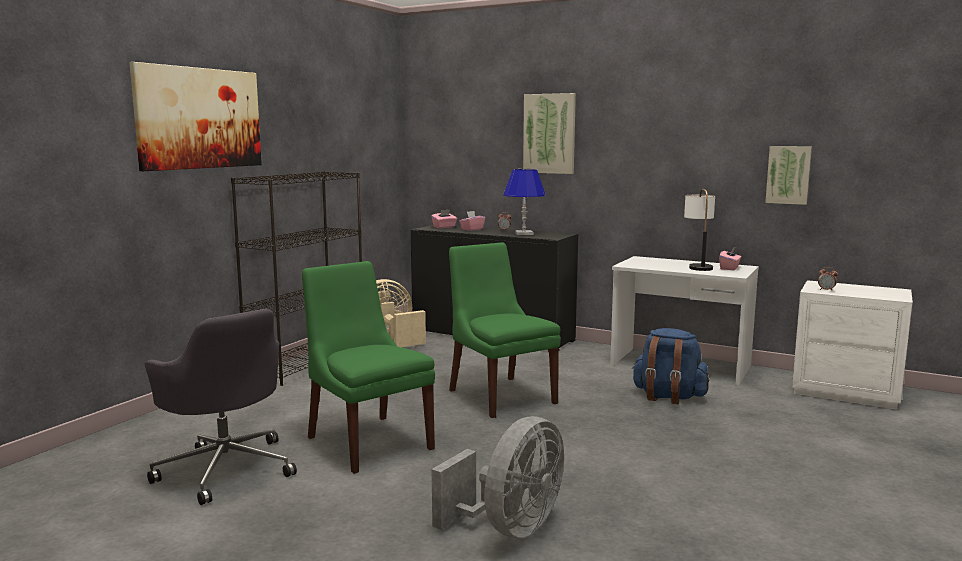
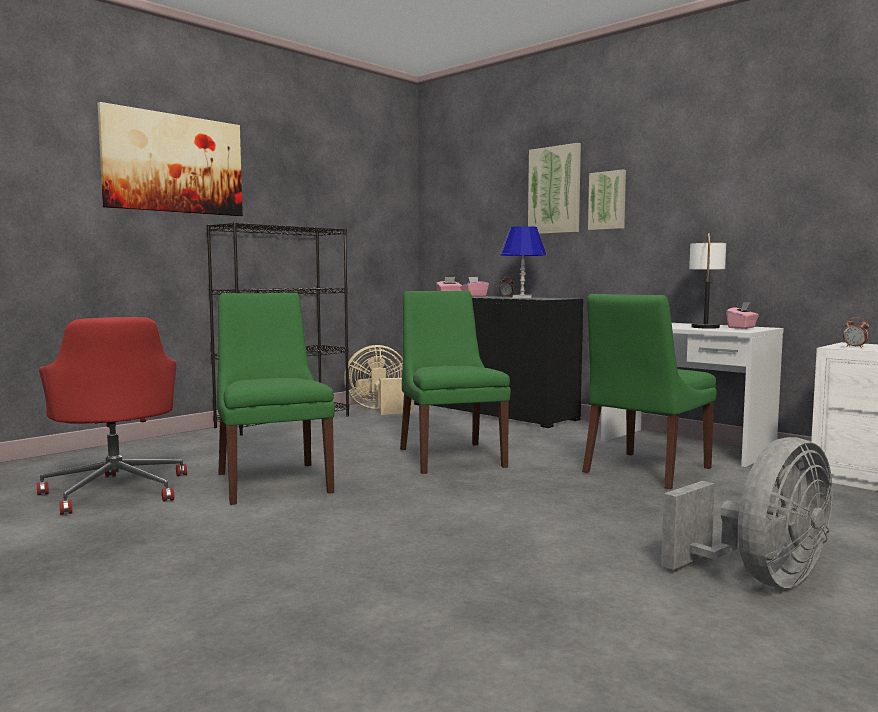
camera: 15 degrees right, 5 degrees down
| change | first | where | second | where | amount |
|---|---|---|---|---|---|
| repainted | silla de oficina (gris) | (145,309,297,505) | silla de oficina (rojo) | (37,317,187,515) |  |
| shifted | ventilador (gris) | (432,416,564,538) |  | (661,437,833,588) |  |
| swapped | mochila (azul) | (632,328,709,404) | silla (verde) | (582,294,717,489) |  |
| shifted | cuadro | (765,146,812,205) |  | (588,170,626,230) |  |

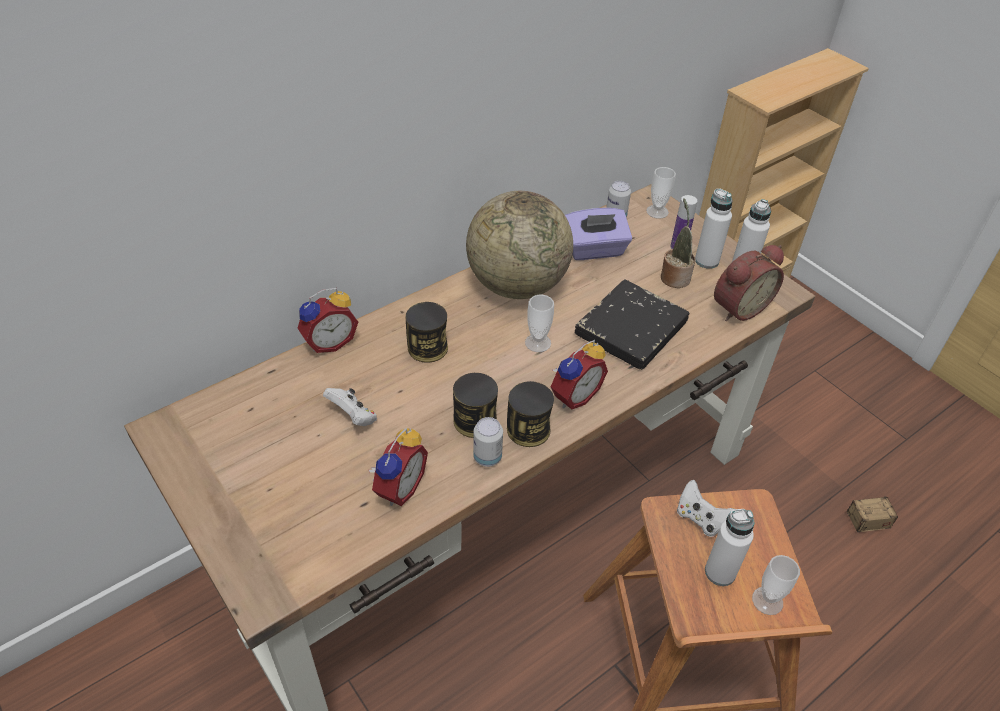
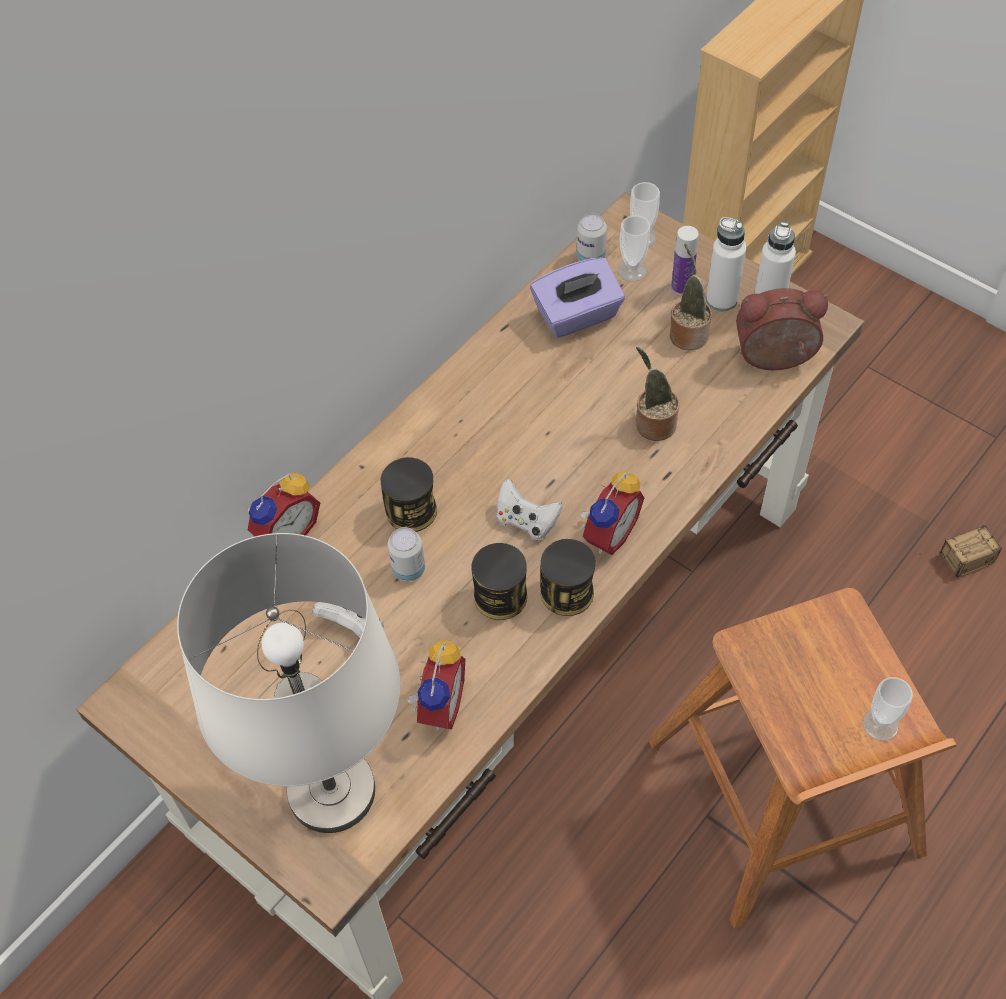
camera: 10 degrees left, 10 degrees up
| change | first | where | second | where | amount |
|---|---|---|---|---|---|
| gone | globo terráqueo | (466,191,573,299) |  |  |  |
| shifted | lata | (473,417,503,467) |  | (388,527,425,582) |  |
| shifted | taza | (525,295,554,352) |  | (617,215,650,282) |  |
| swapped | libro (negro) | (575,279,689,370) | planta en maceta | (636,347,679,441) |  |
| shifted | mando de consola (blanco) | (677,480,735,537) |  | (497,479,562,540) |  |
| gone | botella (blanco) | (705,509,754,586) |  |  |  |
| rotated | despertador | (714,245,784,321) |  | (736,288,828,370) | 135 degrees counterclockwise |
| new |  |  | lámpara de mesa (blanco) | (177,533,400,833) |  |

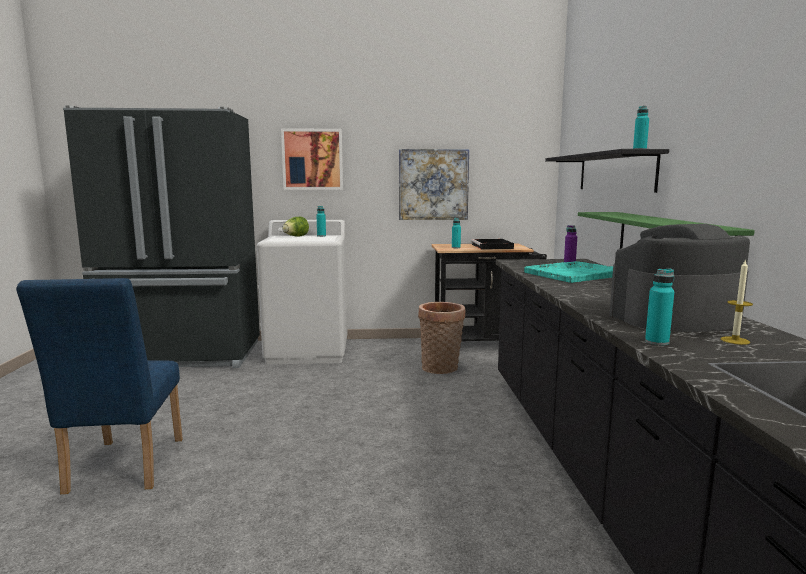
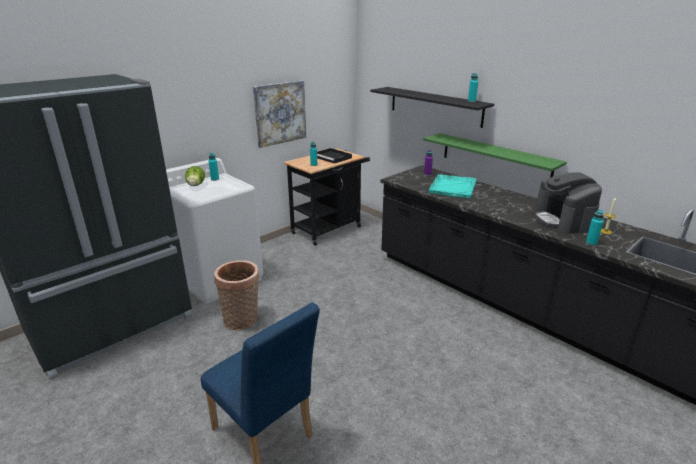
camera: 40 degrees left, 15 degrees up
| change | first | where | second | where | amount |
|---|---|---|---|---|---|
| gone | cuadro | (281,128,343,190) |  |  |  |
| shifted | cesta | (418,302,465,374) |  | (214,260,259,330) |  |
| rotated | cafetera | (610,224,750,332) |  | (535,172,602,234) | 45 degrees counterclockwise |

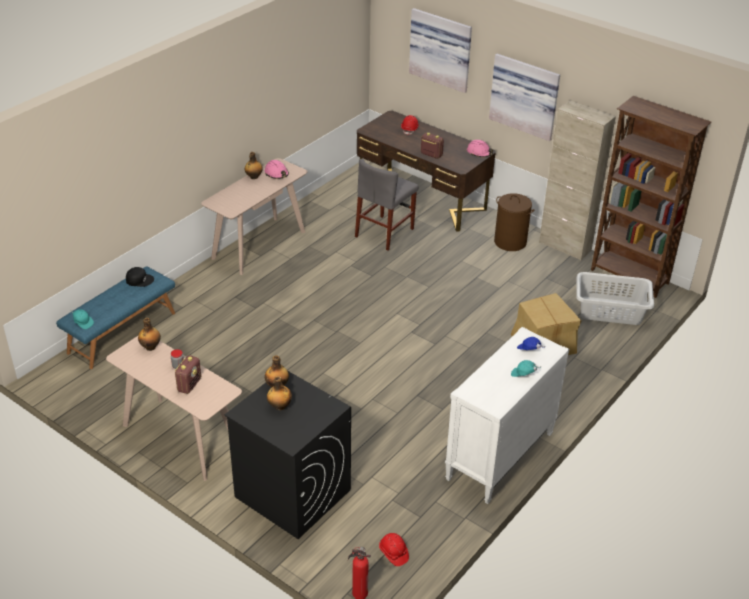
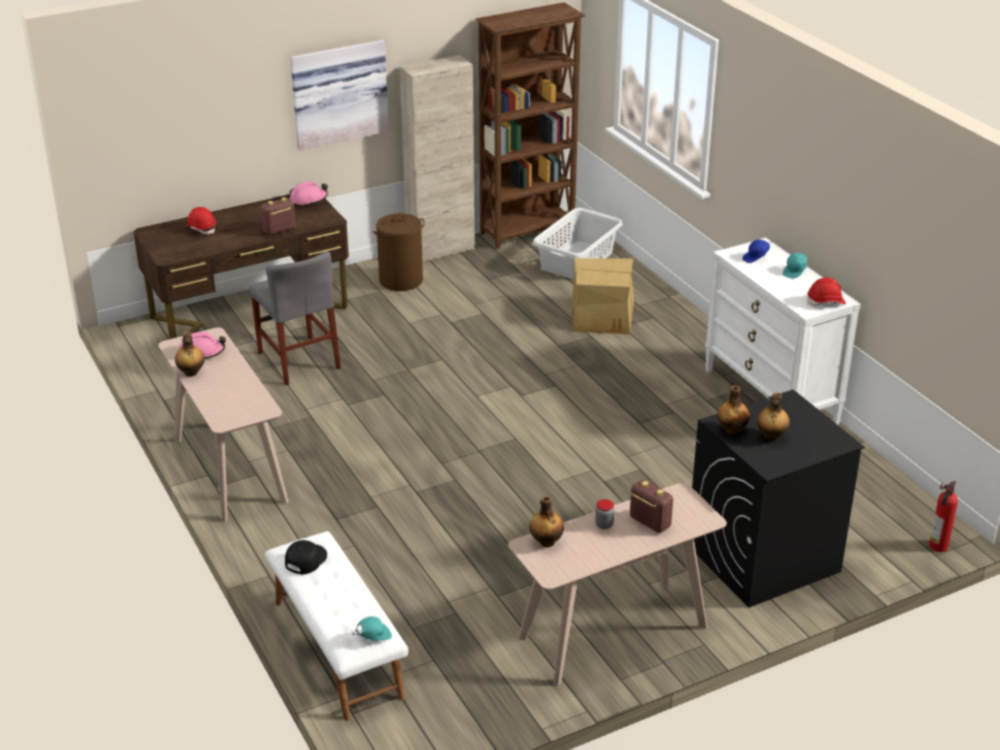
camera: 65 degrees left, 5 degrees down
| change | first | where | second | where | amount |
|---|---|---|---|---|---|
| repainted | banco (azul) | (56,267,175,369) | banco (blanco) | (265,531,408,721) |  |
| shifted | casco (rojo) | (379,533,409,566) |  | (807,277,846,306) |  |
| gone | cuadro | (409,8,472,93) |  |  |  |

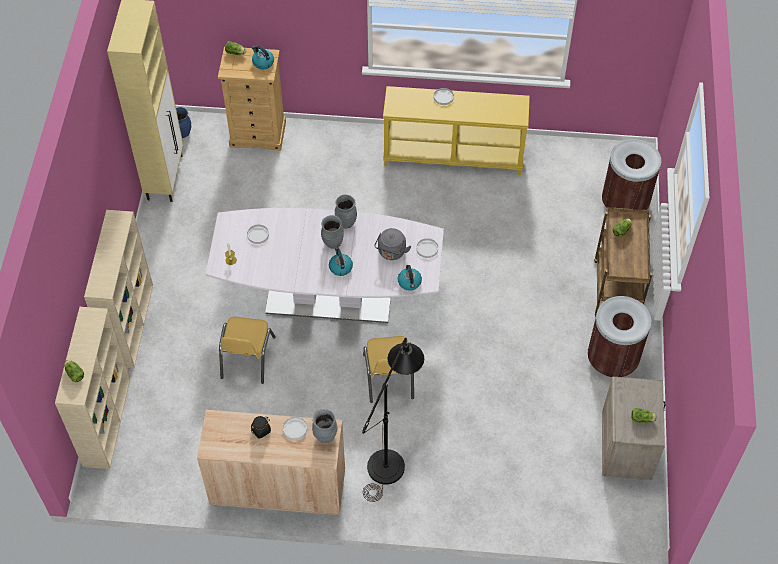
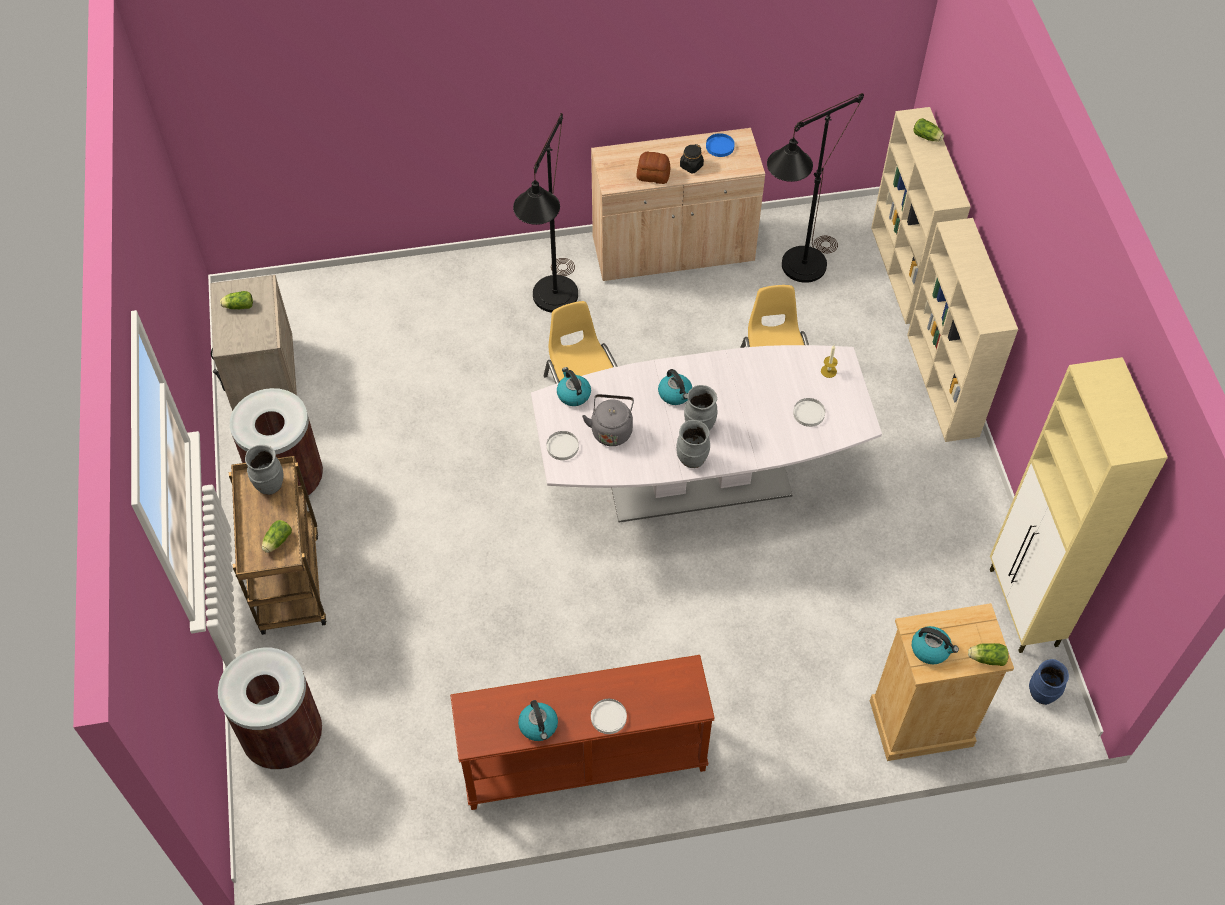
camera: 165 degrees right, 0 degrees up
| change | first | where | second | where | amount |
|---|---|---|---|---|---|
| swapped | plato (blanco) | (283,417,307,440) | pan | (637,152,670,184) |  |
| shifted | florero (gris) | (312,409,338,443) |  | (245,445,283,495) |  |
| repainted | mesa consola (amarillo) | (383,86,530,175) | mesa consola (marrón) | (450,655,715,810) |  |
| new |  |  | hervidor | (518,700,558,741) |  |
| new |  |  | plato (azul) | (706,133,735,157) |  |
| new |  |  | lámpara de pie (negro) | (767,93,864,283) |  |

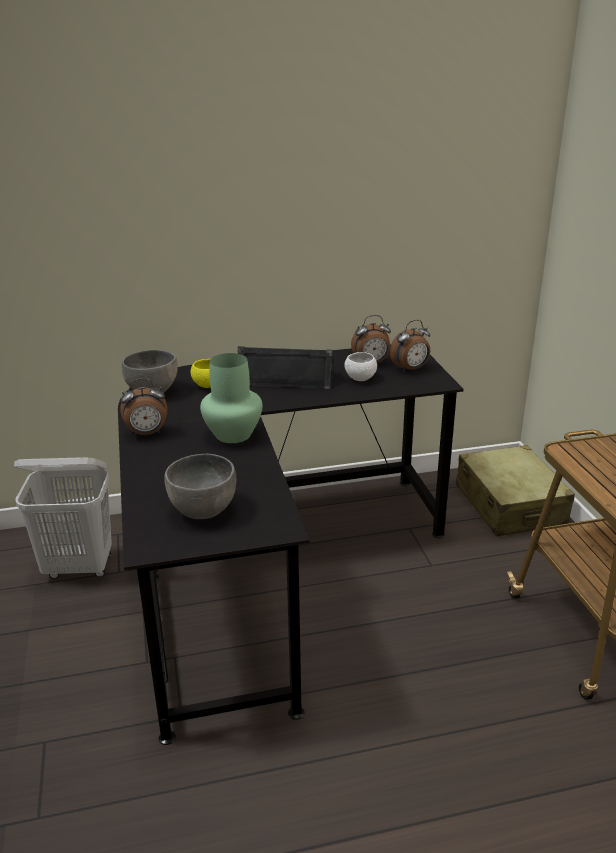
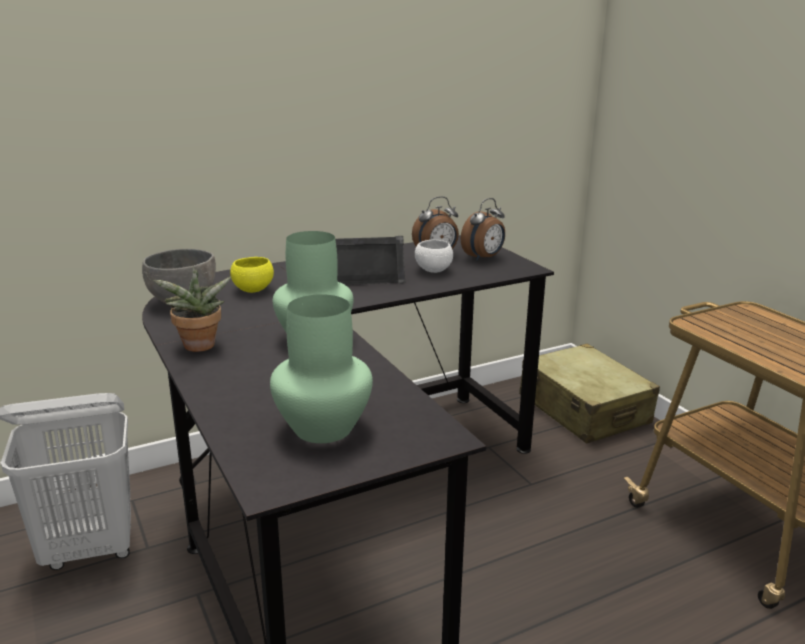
camera: 15 degrees left, 5 degrees down
| change | first | where | second | where | amount |
|---|---|---|---|---|---|
| swapped | despertador | (121,378,168,436) | planta en maceta | (153,266,231,352) |  |
| swapped | cuenco (gris) | (164,454,236,519) | florero (verde) | (270,294,373,443) |  |

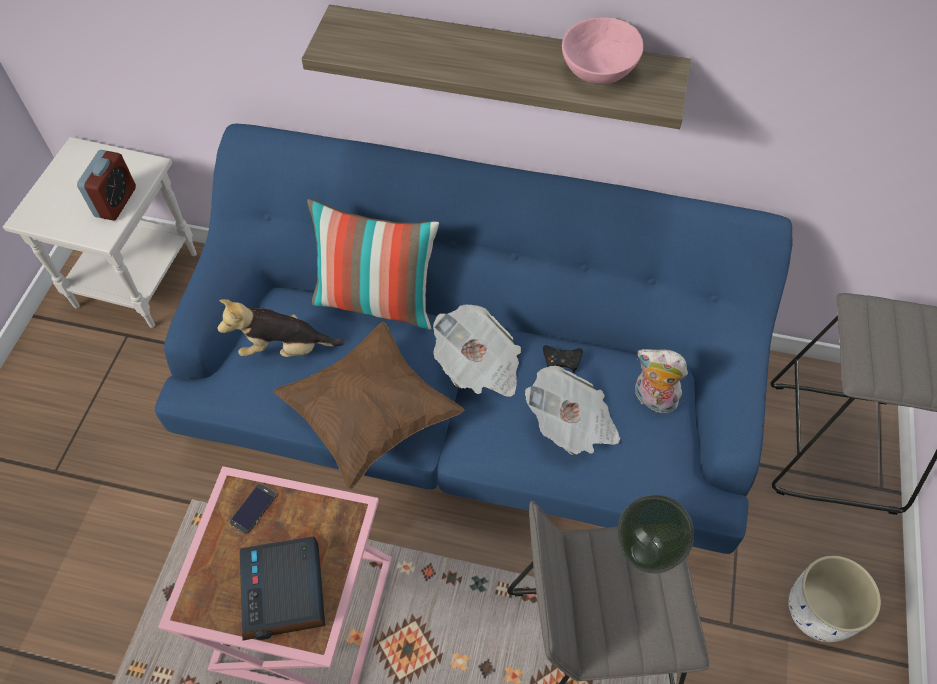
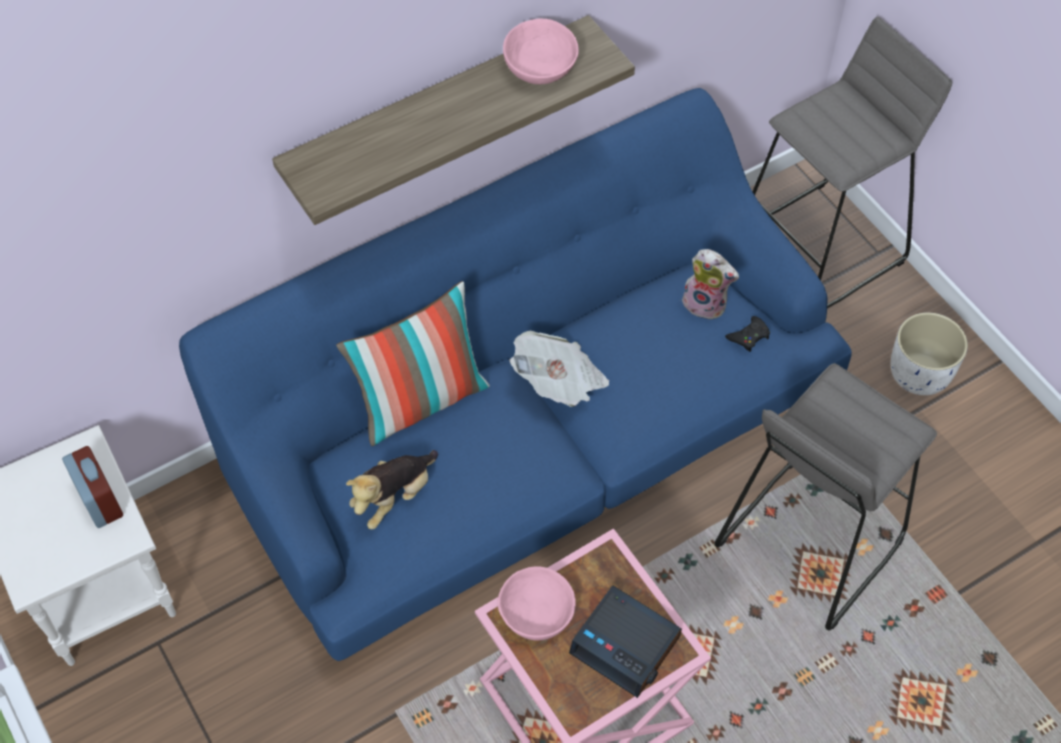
camera: 45 degrees left, 0 degrees up
| change | first | where | second | where | amount |
|---|---|---|---|---|---|
| swapped | móvil | (230,484,276,534) | cuenco (rosa) | (497,566,576,641) |  |
| gone | cojín (marrón) | (274,322,465,490) |  |  |  |
| gone | periódico | (525,366,620,455) |  |  |  |
| shifted | mando de consola (negro) | (543,345,583,373) |  | (725,316,770,352) |  |
| gone | florero | (618,495,694,574) |  |  |  |
| rotated | peluche | (635,349,688,414) |  | (677,249,739,319) | 135 degrees counterclockwise |

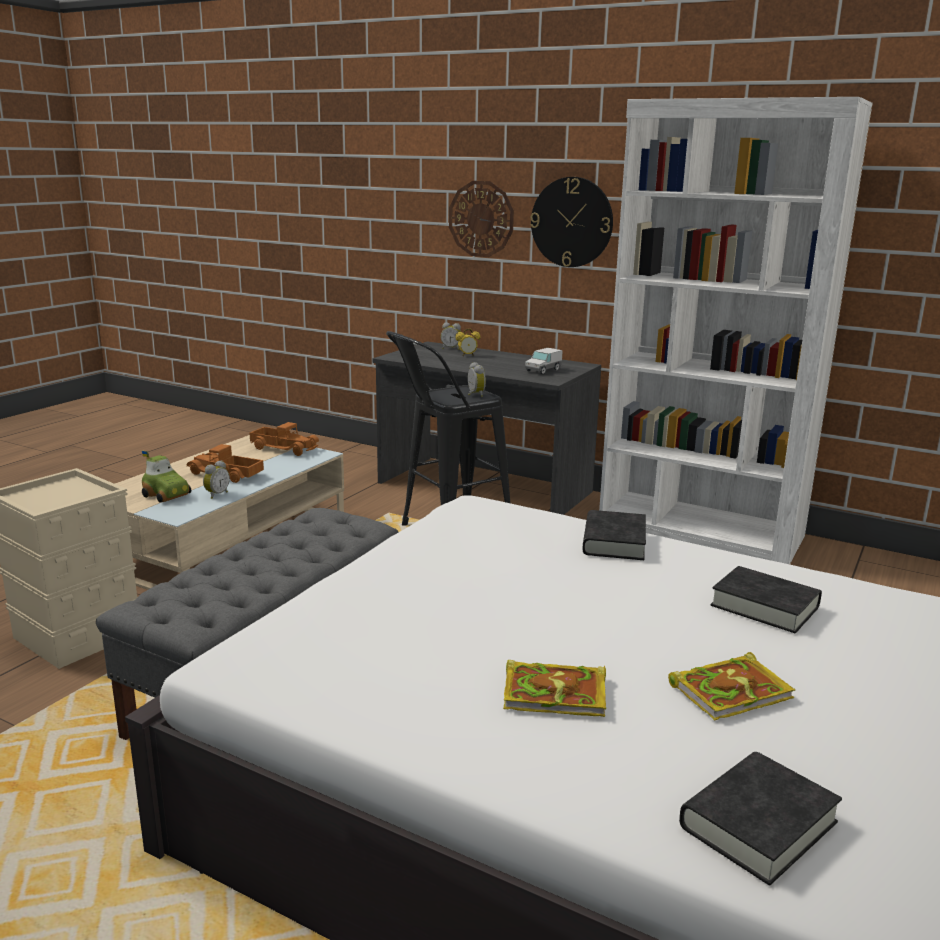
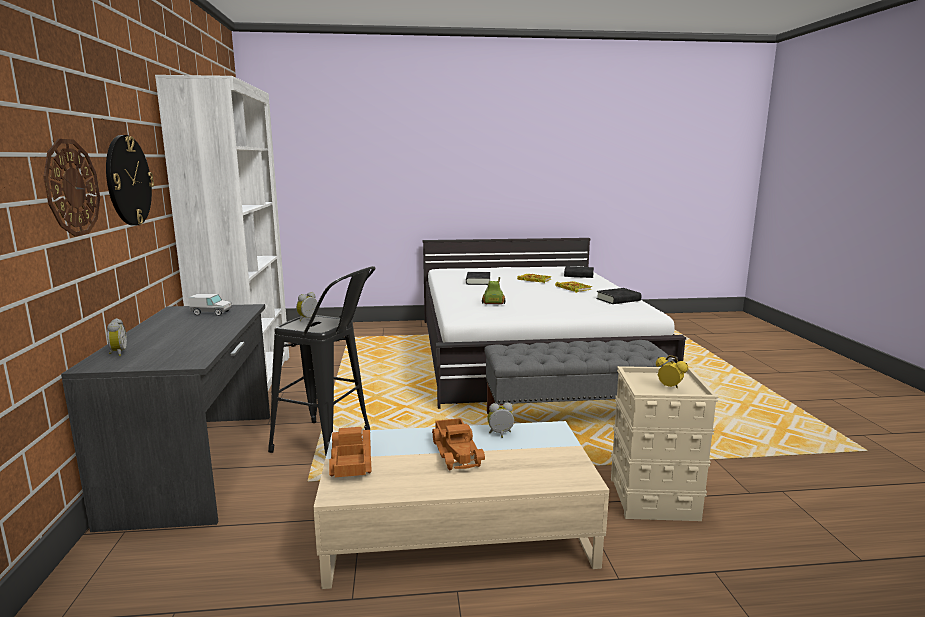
camera: 125 degrees left, 5 degrees down
| change | first | where | second | where | amount |
|---|---|---|---|---|---|
| shifted | coche de juguete | (142,451,191,502) |  | (482,277,505,304) |  |
| shifted | despertador | (455,329,481,356) |  | (656,355,688,389) |  |
| shifted | libro (negro) | (583,510,646,560) |  | (596,288,641,304) |  |

